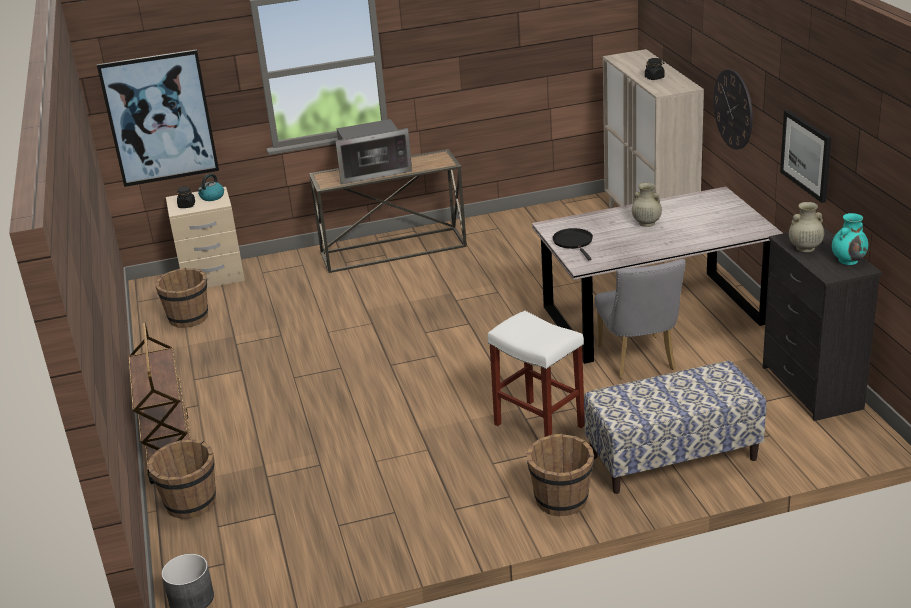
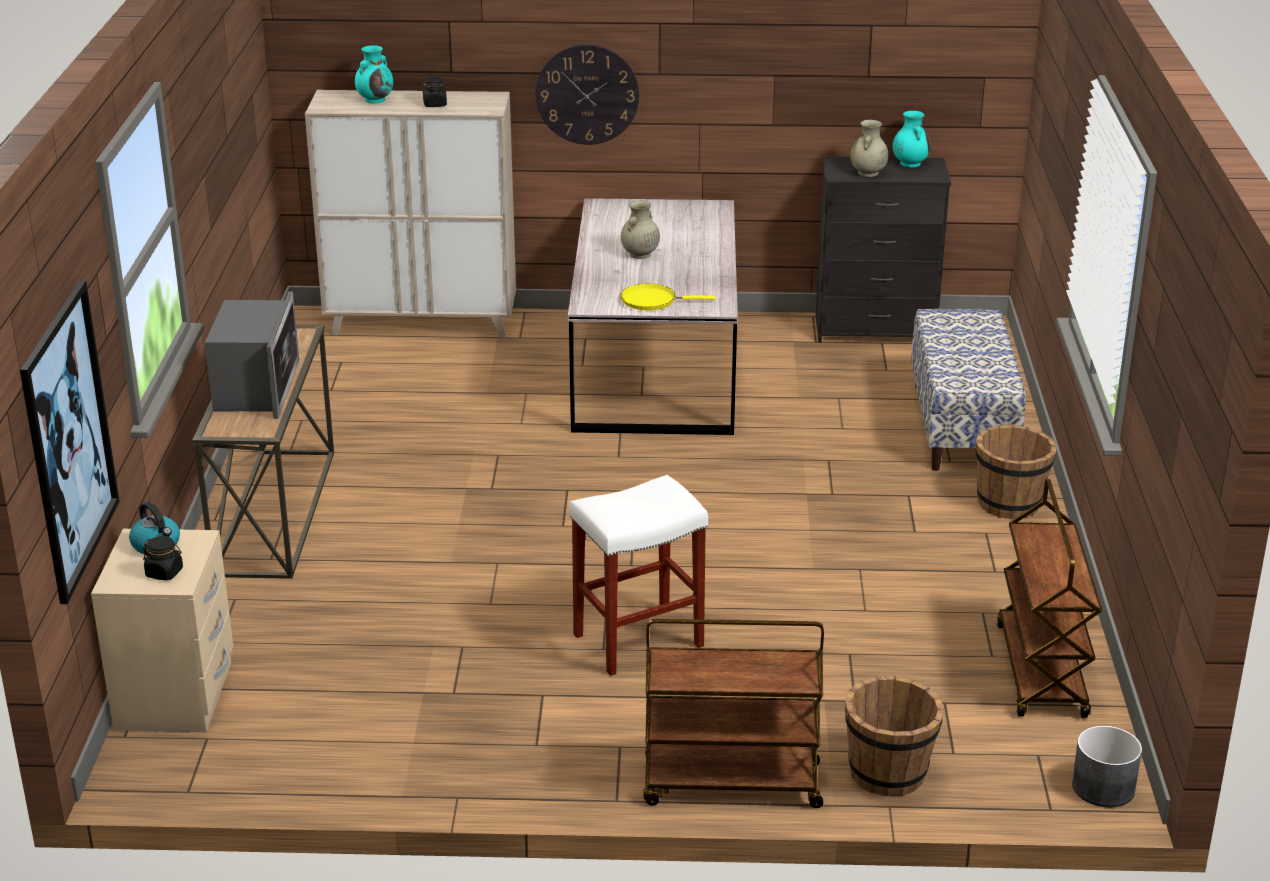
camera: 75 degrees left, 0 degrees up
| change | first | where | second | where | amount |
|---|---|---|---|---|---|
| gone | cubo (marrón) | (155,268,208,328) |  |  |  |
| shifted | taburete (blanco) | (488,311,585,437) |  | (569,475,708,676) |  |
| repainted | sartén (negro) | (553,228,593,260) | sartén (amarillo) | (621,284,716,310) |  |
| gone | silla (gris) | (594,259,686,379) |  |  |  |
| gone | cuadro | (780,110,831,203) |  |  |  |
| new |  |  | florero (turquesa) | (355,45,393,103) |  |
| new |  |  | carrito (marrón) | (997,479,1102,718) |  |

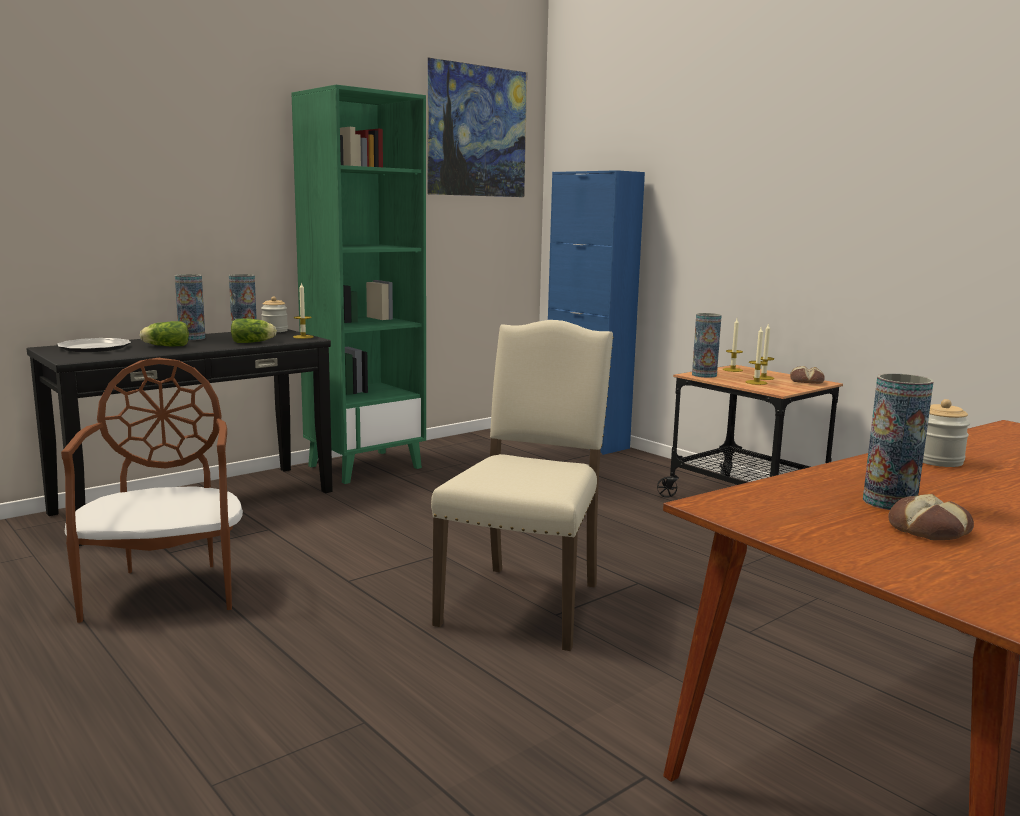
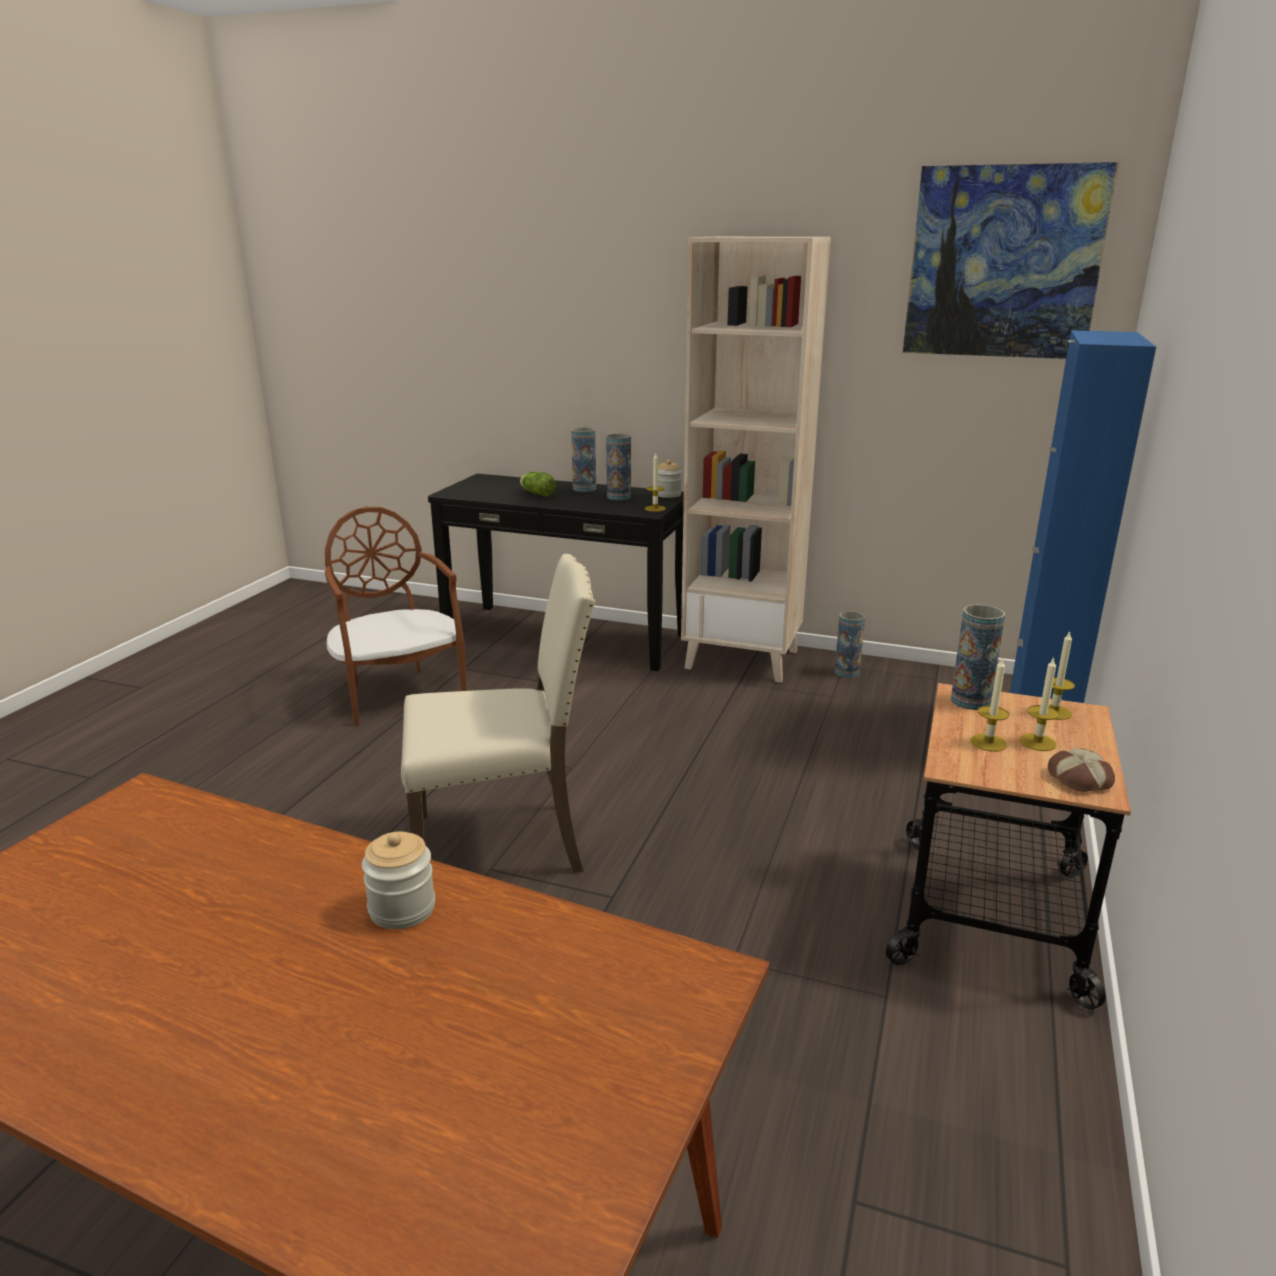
camera: 60 degrees right, 10 degrees up
| change | first | where | second | where | amount |
|---|---|---|---|---|---|
| gone | plato | (57,338,131,352) |  |  |  |
| rotated | silla (marrón) | (61,358,243,623) |  | (325,507,467,726) | 75 degrees counterclockwise |
| gone | lechuga | (231,319,277,343) |  |  |  |
| repainted | estantería (verde) | (291,85,426,484) | estantería (beis) | (681,237,831,683) |  |
| shifted | florero | (863,373,934,510) |  | (835,611,865,678) |  |
| gone | pan | (888,494,974,540) |  |  |  |

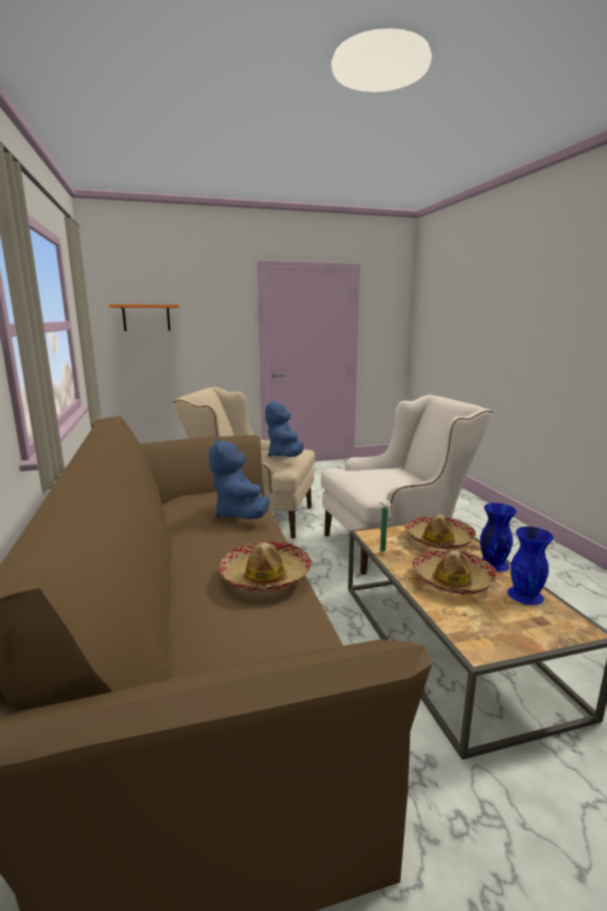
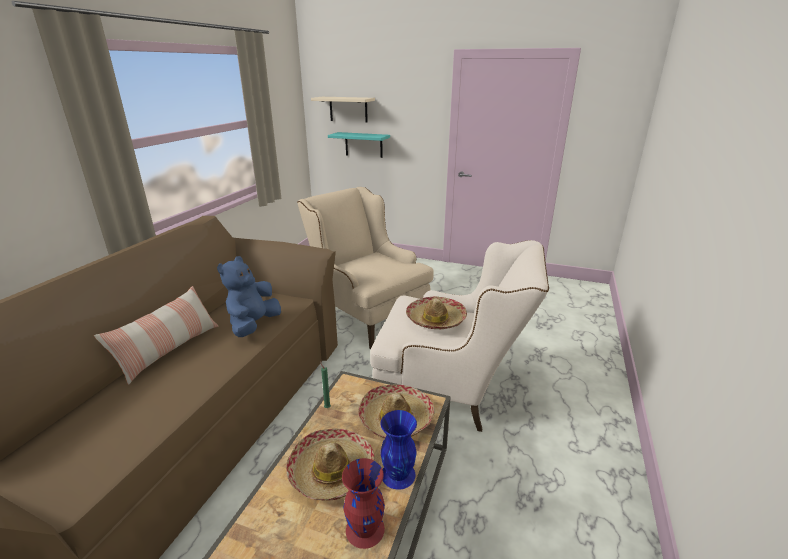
camera: 35 degrees right, 10 degrees up
| change | first | where | second | where | amount |
|---|---|---|---|---|---|
| repainted | estante (naranja) | (109,304,179,331) | estante (beis) | (311,97,375,122) |  |
| shifted | sombrero | (219,541,312,592) |  | (406,296,467,329) |  |
| gone | peluche (azul) | (265,401,304,457) |  |  |  |
| repainted | florero (azul) | (508,527,554,605) | florero (rojo) | (342,458,385,549) |  |
| new |  |  | cojín | (94,286,219,385) |  |
| new |  |  | estante (turquesa) | (328,132,390,158) |  |

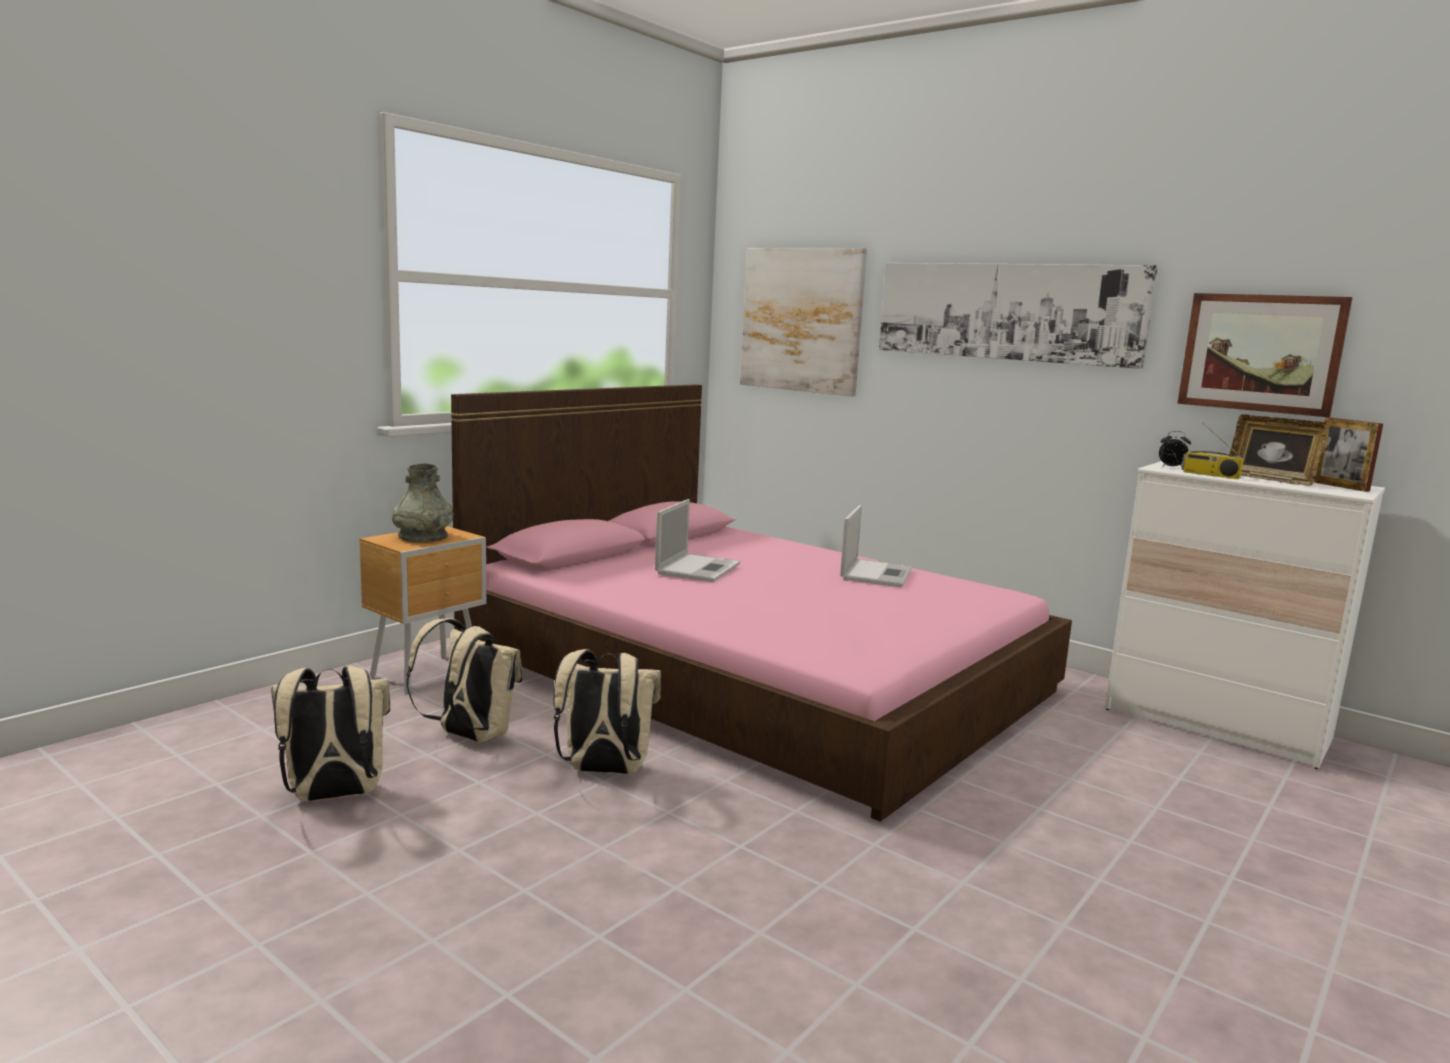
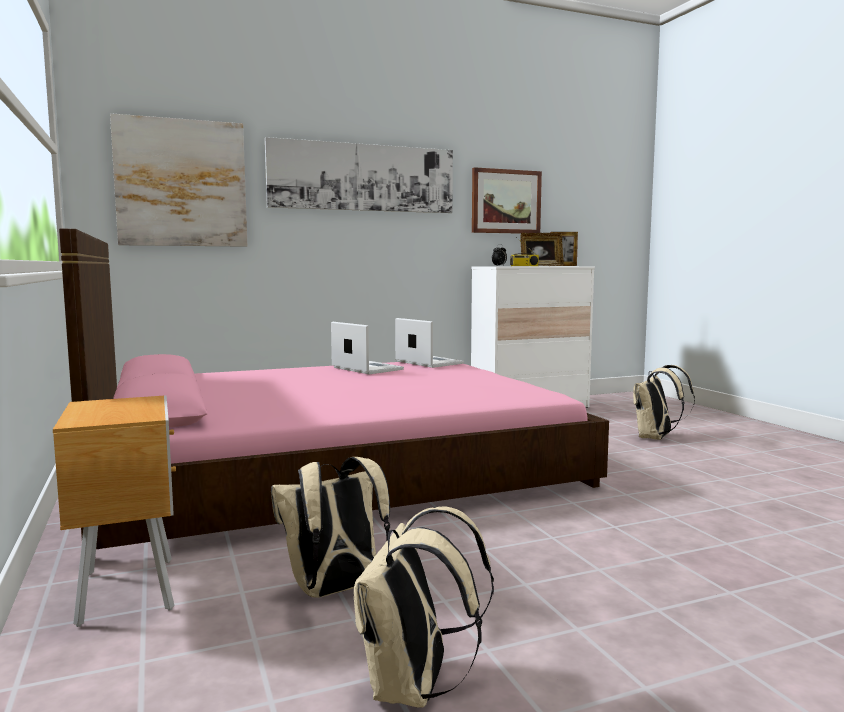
camera: 60 degrees left, 5 degrees down
| change | first | where | second | where | amount |
|---|---|---|---|---|---|
| gone | florero (gris) | (392,463,454,542) |  |  |  |
| shifted | mochila (beis) | (553,649,661,774) |  | (633,365,695,440) |  |
| shifted | portátil | (655,499,740,582) |  | (395,318,464,368) |  |

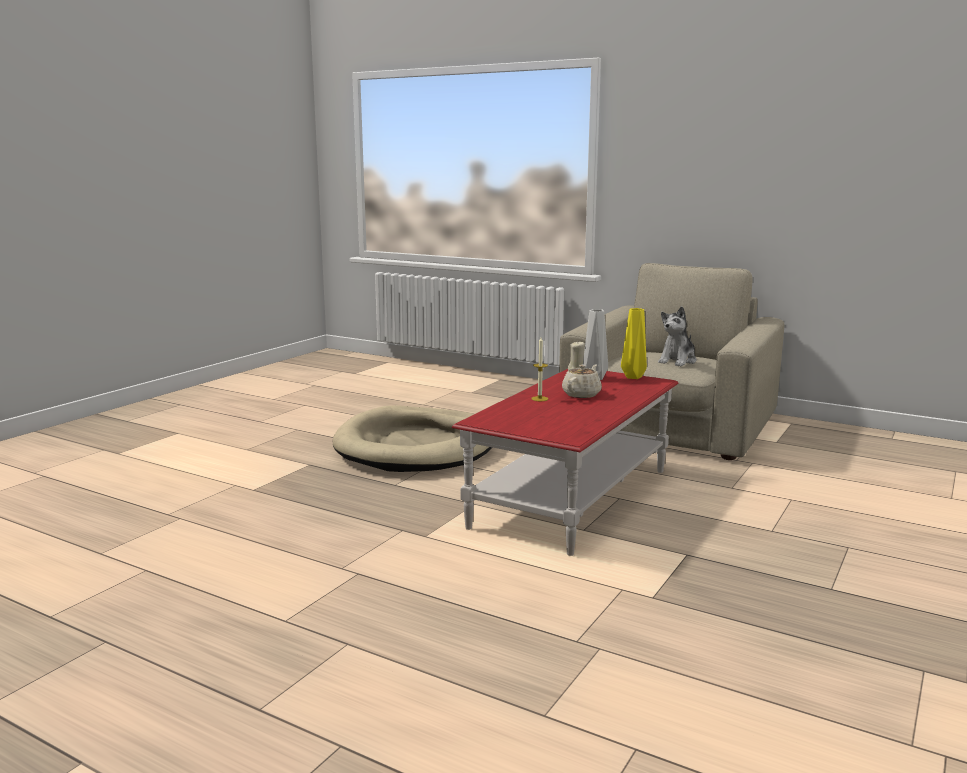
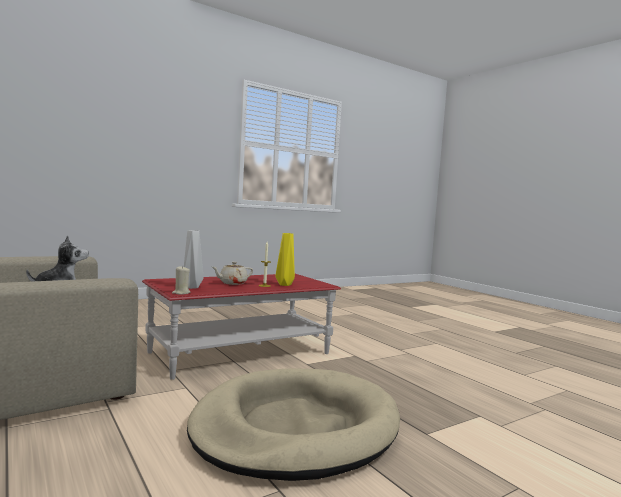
camera: 155 degrees left, 10 degrees down
| change | first | where | second | where | amount |
|---|---|---|---|---|---|
| shifted | florero (amarillo) | (621,308,647,379) |  | (276,233,295,286) |  |

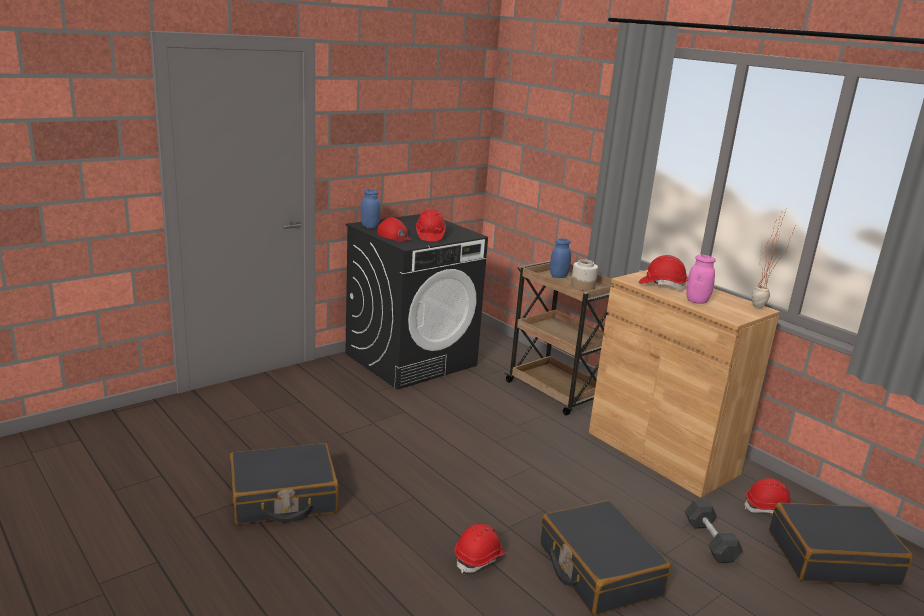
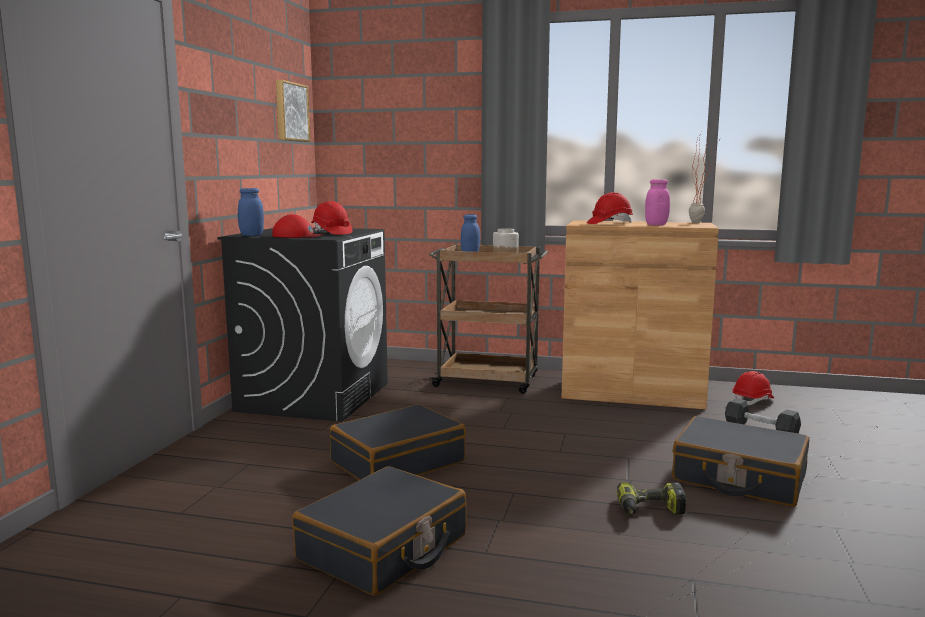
camera: 35 degrees left, 10 degrees down
| change | first | where | second | where | amount |
|---|---|---|---|---|---|
| swapped | casco (rojo) | (455,523,505,573) | taladro | (617,482,686,515) |  |
| shifted | maleta (negro) | (769,503,913,586) |  | (330,404,466,480) |  |
| new |  |  | cuadro | (276,80,311,142) |  |

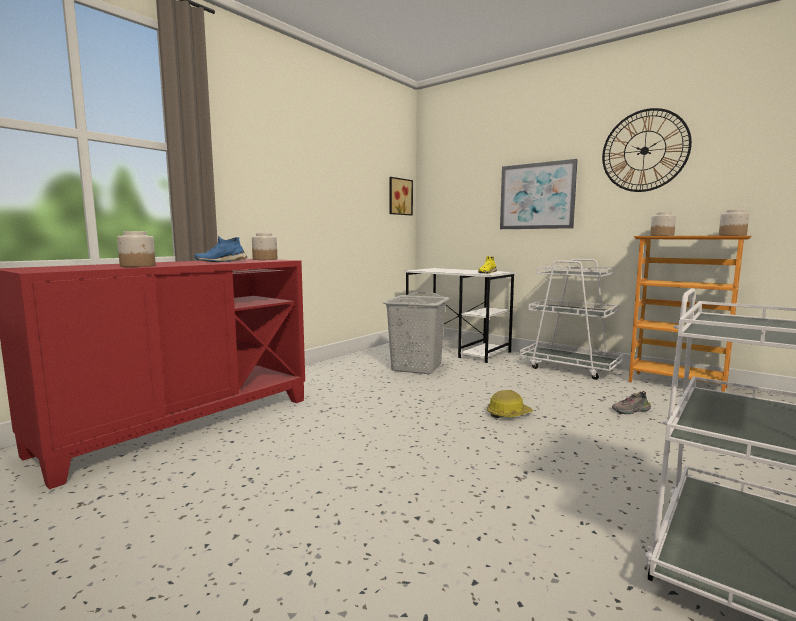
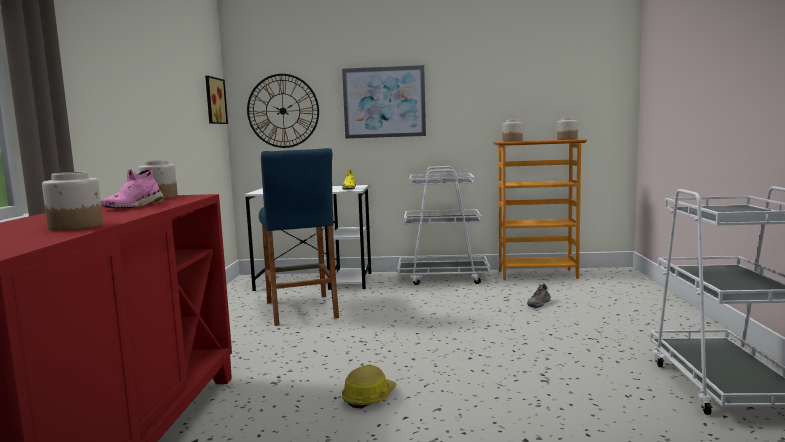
camera: 35 degrees left, 0 degrees up
| change | first | where | second | where | amount |
|---|---|---|---|---|---|
| repainted | zapato (azul) | (194,236,248,262) | zapato (rosa) | (102,169,165,208) |  |
| swapped | cesto de la ropa (gris) | (382,292,450,374) | taburete (azul) | (259,148,339,326) |  |
| shifted | casco | (487,390,533,418) |  | (342,365,397,408) |  |
| shifted | reloj de pared | (602,108,692,192) |  | (247,74,319,148) |  |

